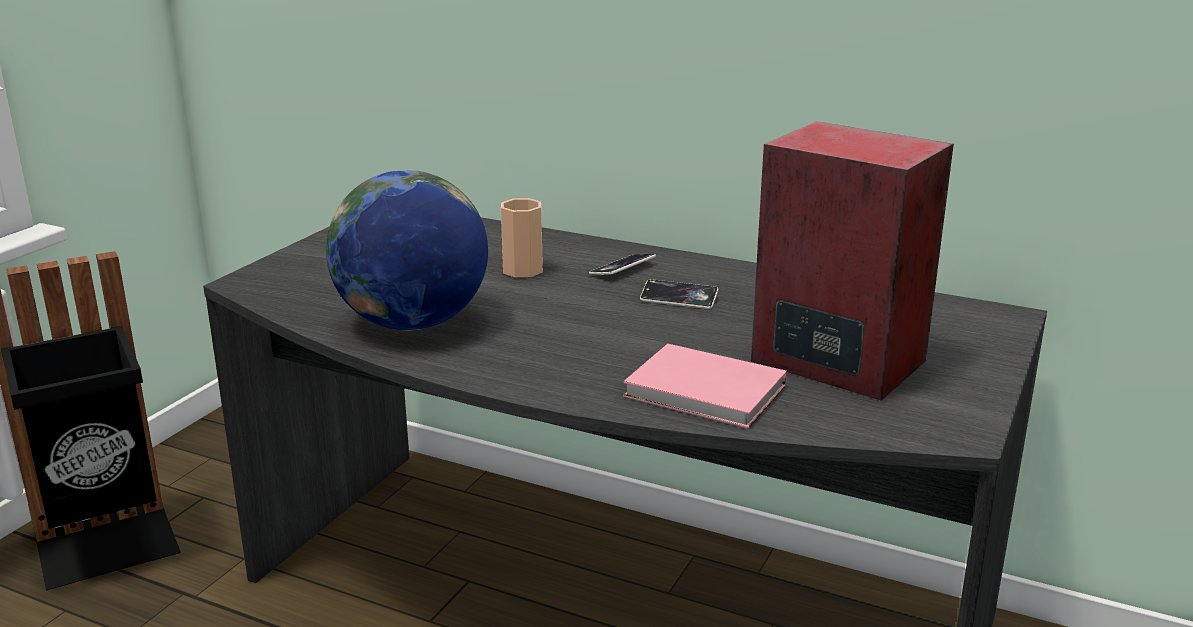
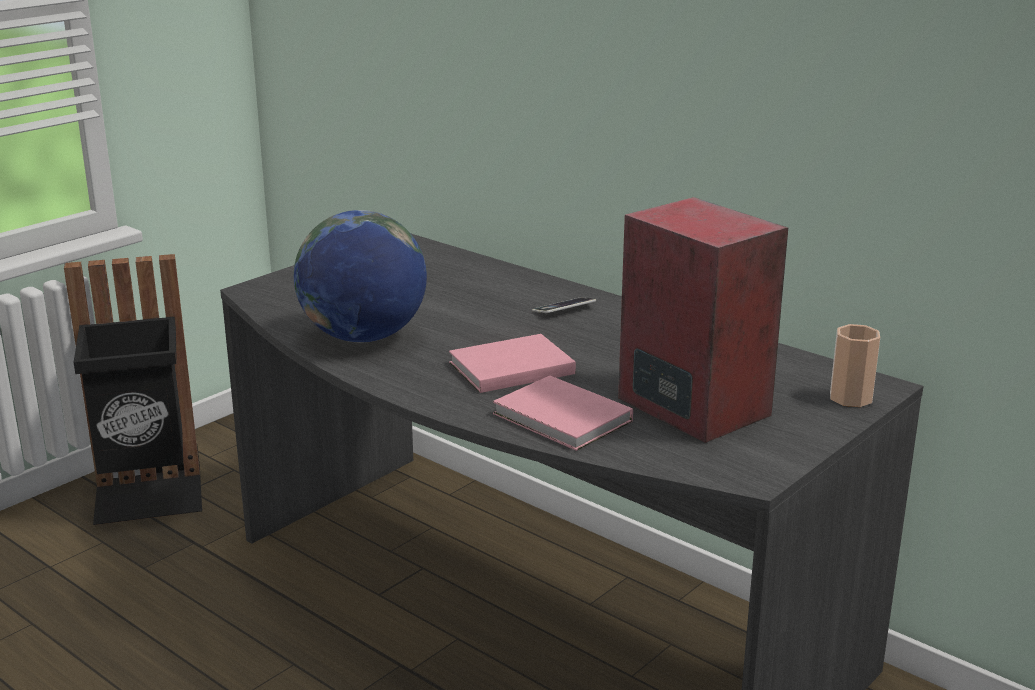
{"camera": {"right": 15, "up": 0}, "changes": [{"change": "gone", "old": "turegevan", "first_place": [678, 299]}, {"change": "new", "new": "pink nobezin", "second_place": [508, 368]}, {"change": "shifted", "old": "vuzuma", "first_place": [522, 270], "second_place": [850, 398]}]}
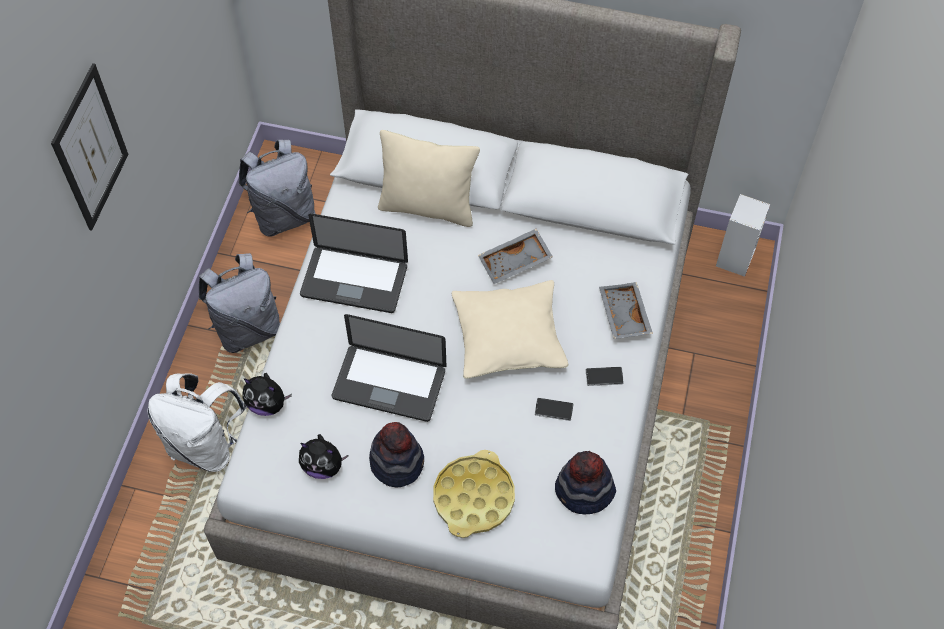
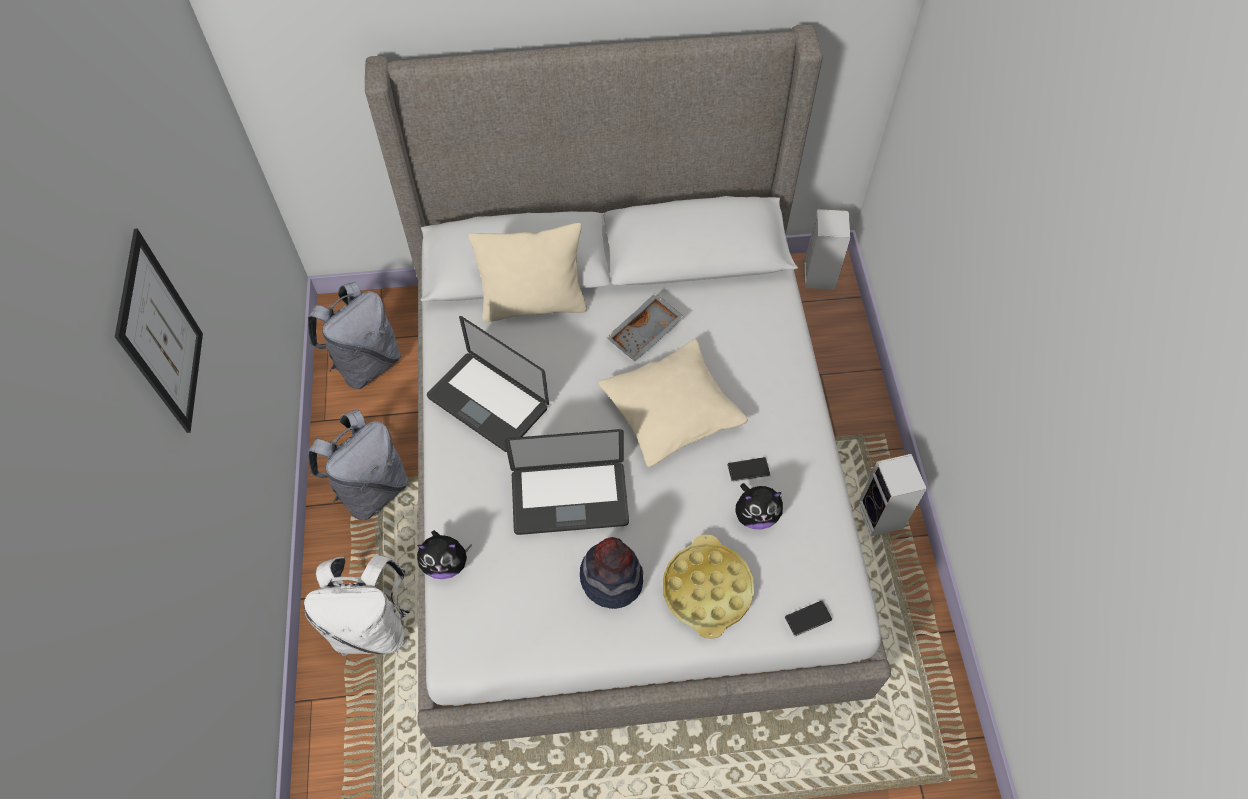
{"camera": {"right": -20, "up": 0}, "changes": [{"change": "gone", "old": "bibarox", "first_place": [584, 491]}, {"change": "gone", "old": "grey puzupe", "first_place": [623, 315]}, {"change": "new", "new": "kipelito", "second_place": [882, 517]}, {"change": "shifted", "old": "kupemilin", "first_place": [323, 466], "second_place": [756, 515]}, {"change": "shifted", "old": "turegevan", "first_place": [604, 377], "second_place": [808, 619]}, {"change": "rotated", "old": "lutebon", "first_place": [354, 281], "second_place": [488, 402], "degrees": 45}]}
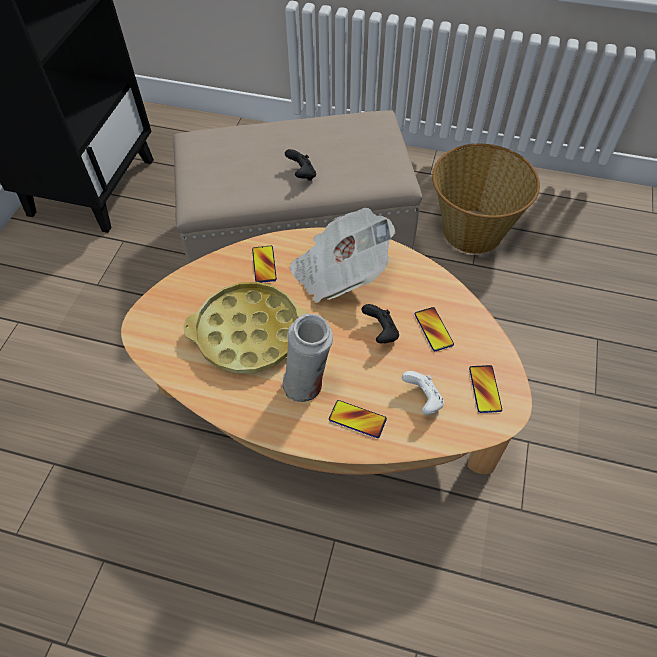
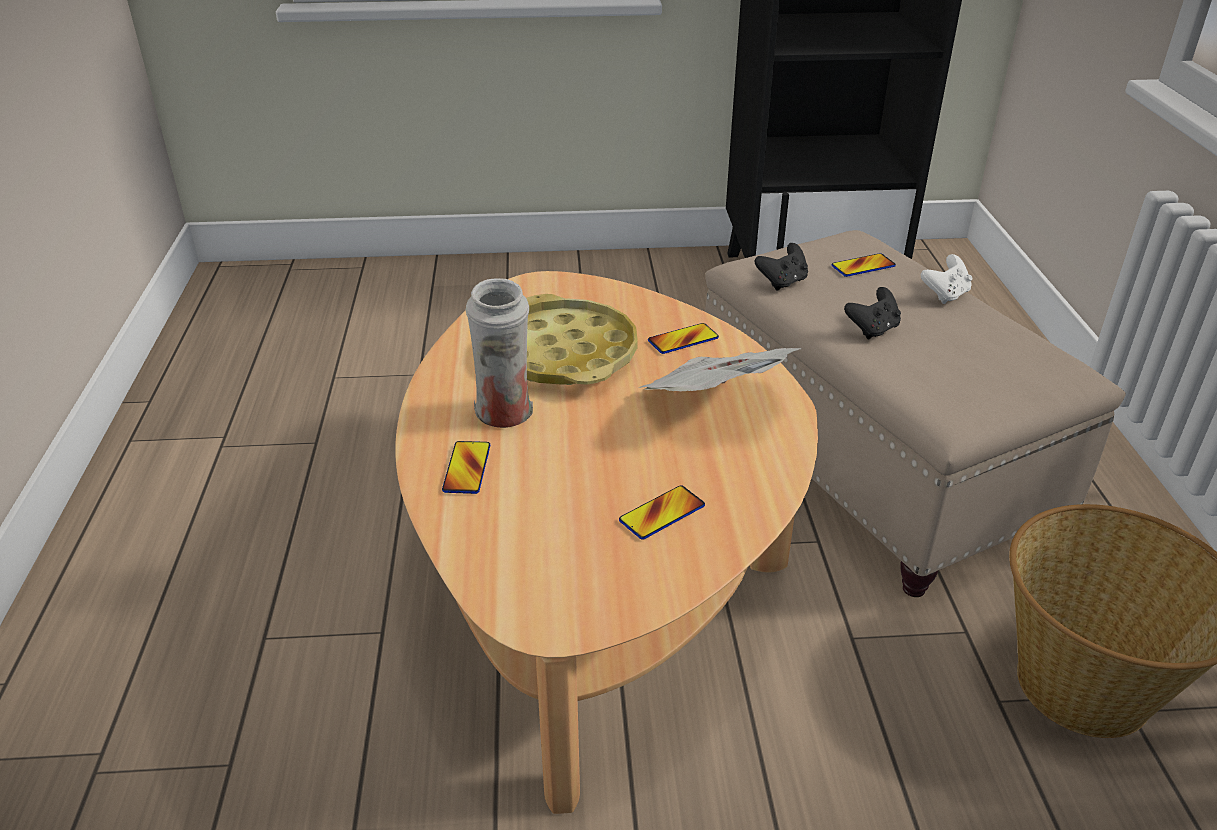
{"camera": {"right": 70, "up": -20}, "changes": [{"change": "shifted", "old": "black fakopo", "first_place": [381, 332], "second_place": [782, 282]}, {"change": "shifted", "old": "white fakopo", "first_place": [423, 399], "second_place": [945, 295]}, {"change": "shifted", "old": "turegevan", "first_place": [484, 389], "second_place": [863, 266]}]}
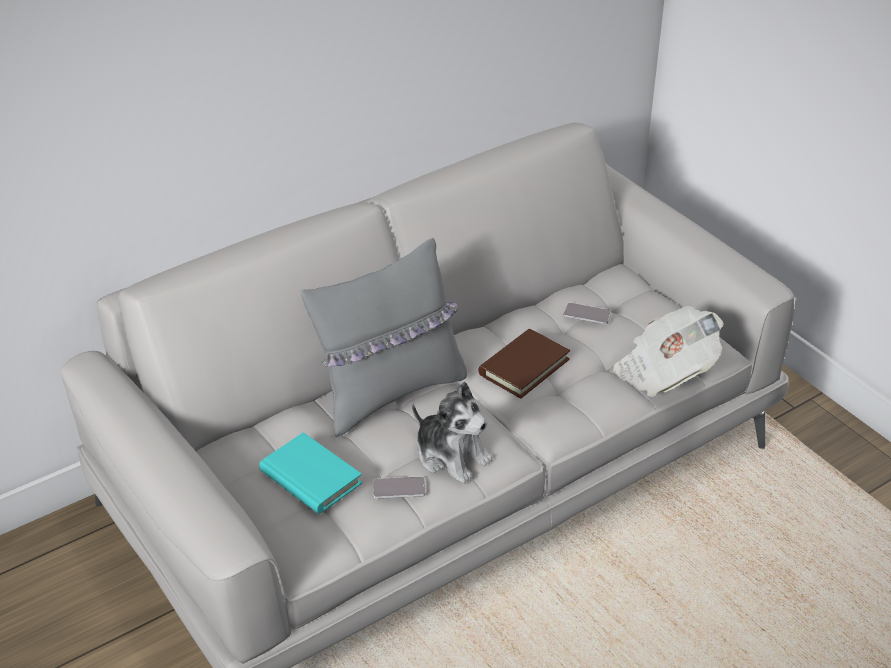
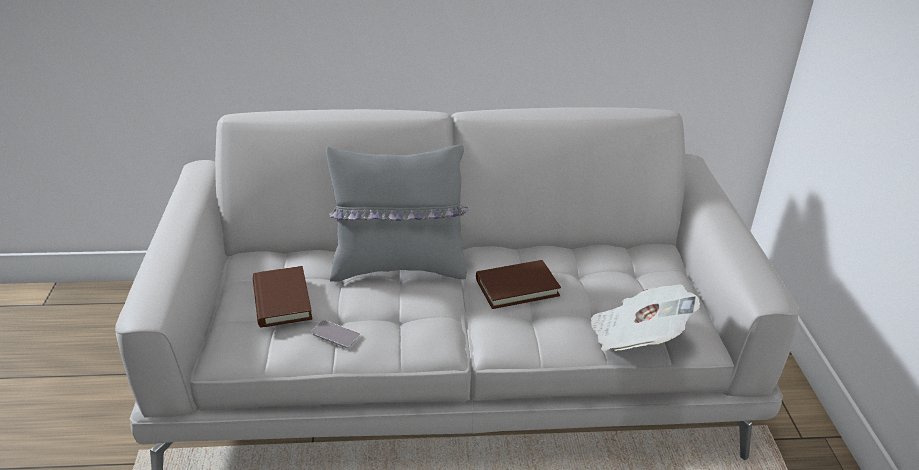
{"camera": {"right": 30, "up": -5}, "changes": [{"change": "gone", "old": "kupemilin", "first_place": [451, 456]}, {"change": "gone", "old": "turegevan", "first_place": [587, 314]}, {"change": "repainted", "old": "turquoise nobezin", "new": "brown nobezin", "first_place": [310, 477], "second_place": [282, 300]}]}
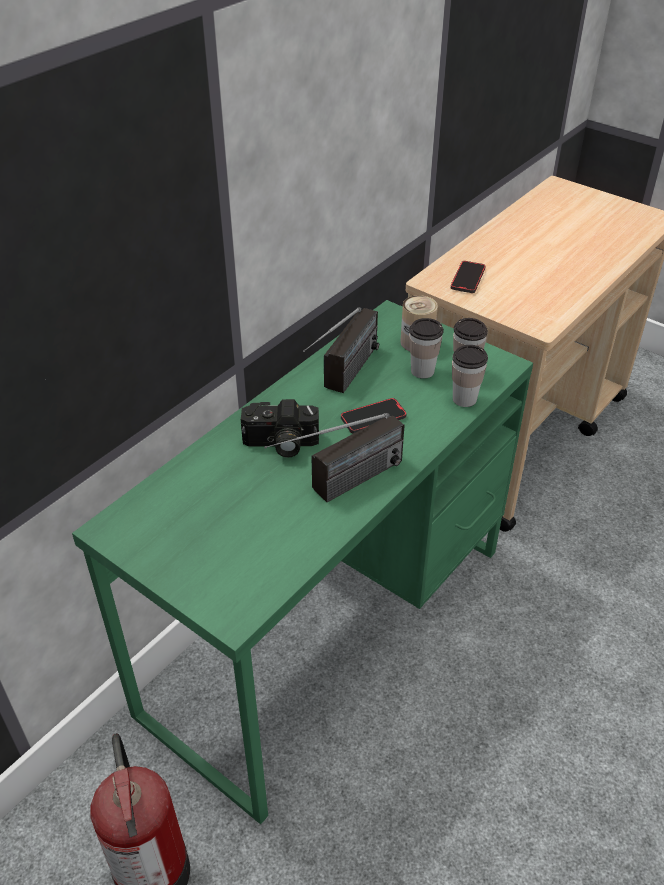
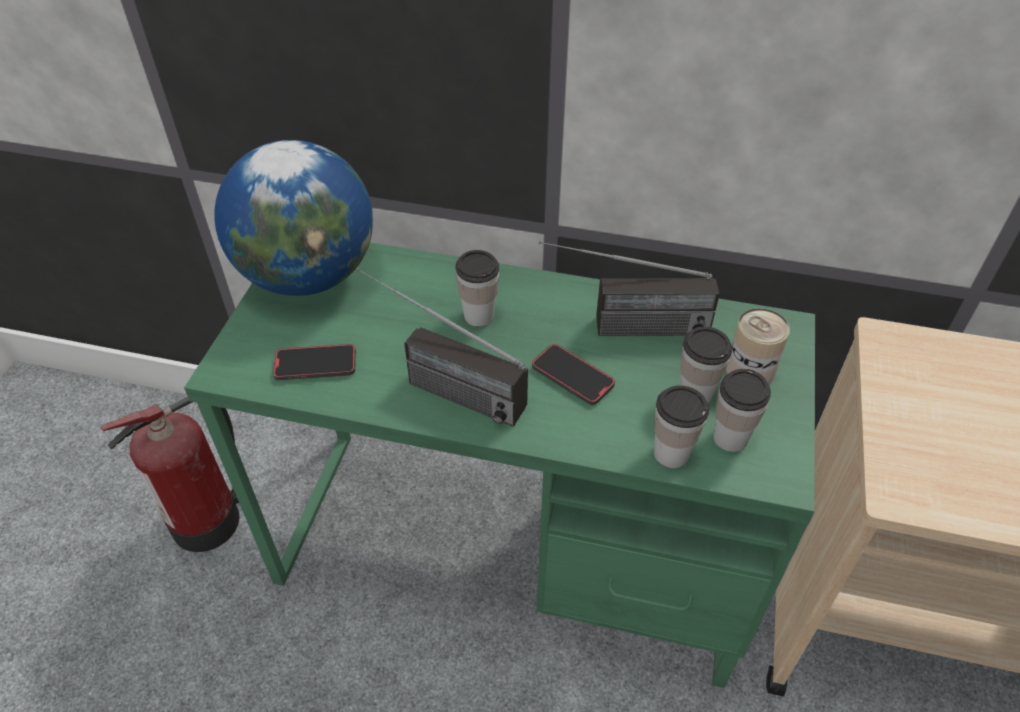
{"camera": {"right": 65, "up": 5}, "changes": [{"change": "new", "new": "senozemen", "second_place": [309, 275]}, {"change": "shifted", "old": "turegevan", "first_place": [467, 279], "second_place": [315, 365]}, {"change": "swapped", "old": "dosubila", "new": "vuzuma", "first_place": [280, 444], "second_place": [479, 315]}]}
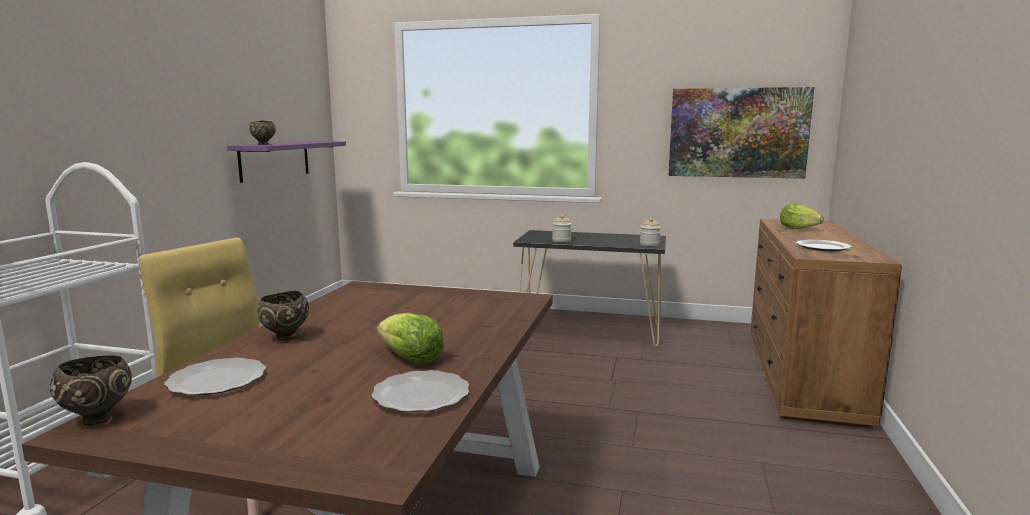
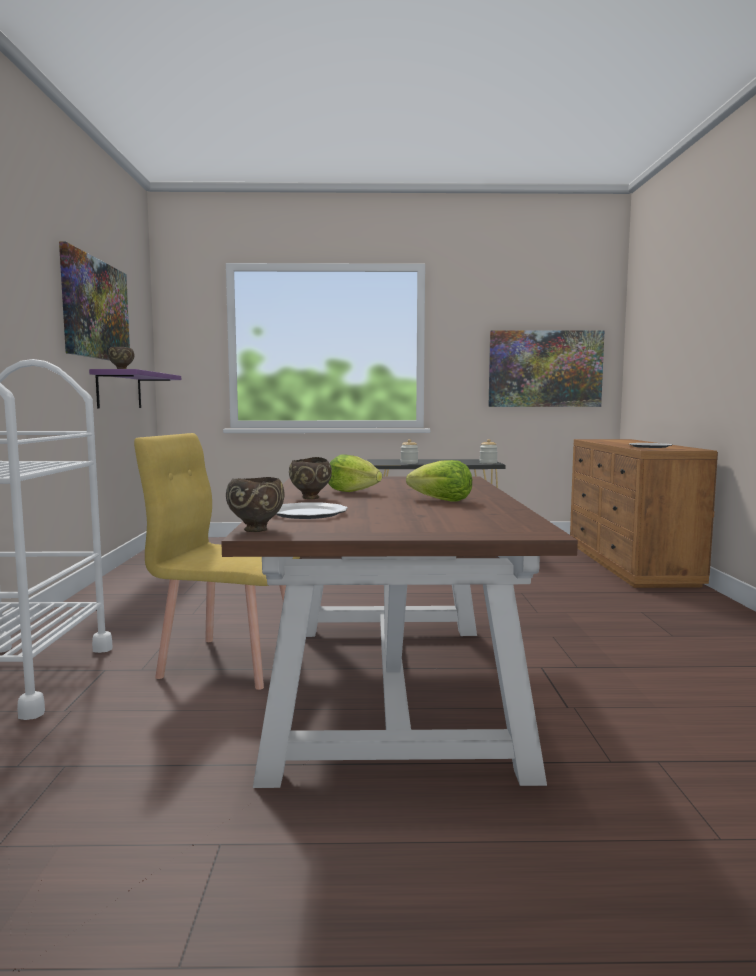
{"camera": {"right": -15, "up": -5}, "changes": [{"change": "gone", "old": "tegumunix", "first_place": [419, 395]}, {"change": "new", "new": "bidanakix", "second_place": [96, 309]}, {"change": "shifted", "old": "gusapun", "first_place": [798, 229], "second_place": [352, 492]}]}
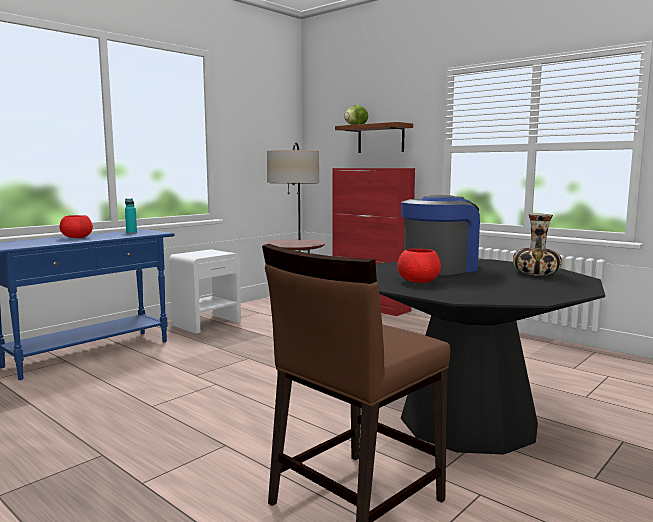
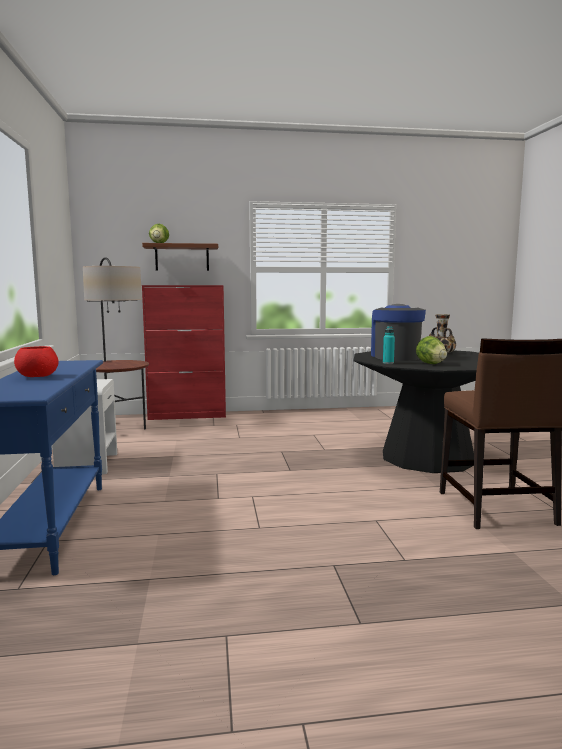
{"camera": {"right": -50, "up": 0}, "changes": [{"change": "shifted", "old": "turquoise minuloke", "first_place": [131, 233], "second_place": [388, 363]}, {"change": "swapped", "old": "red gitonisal", "new": "gusapun", "first_place": [419, 281], "second_place": [431, 364]}]}
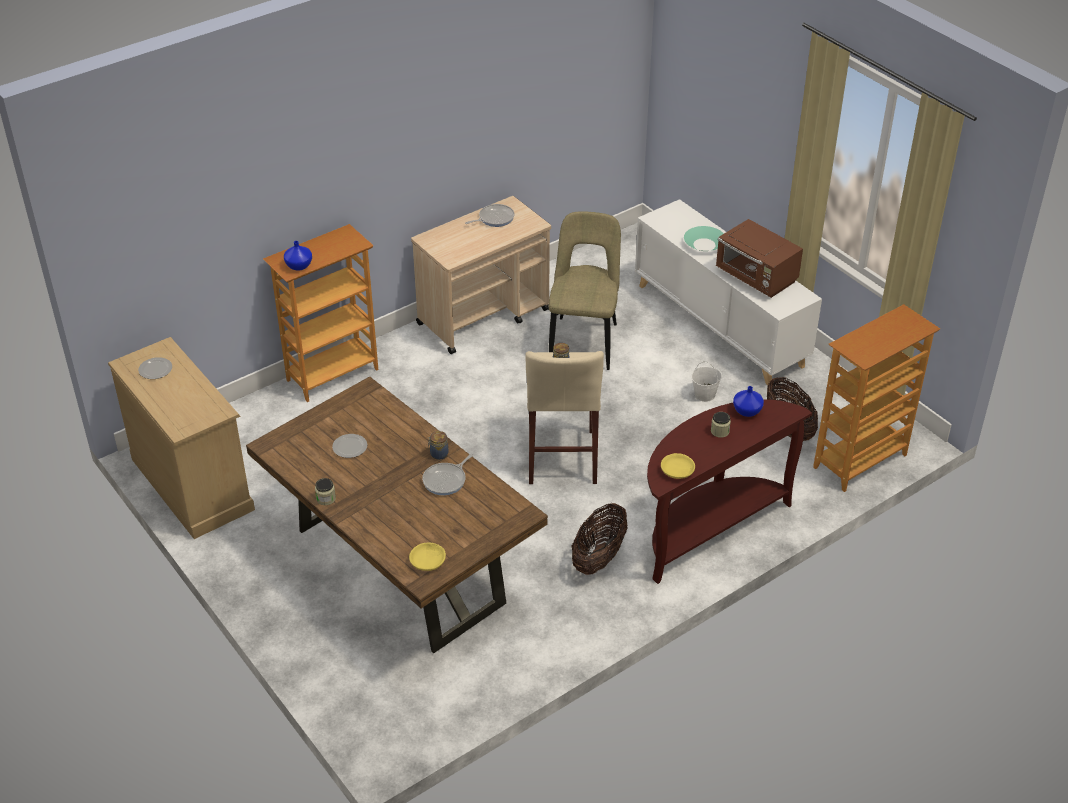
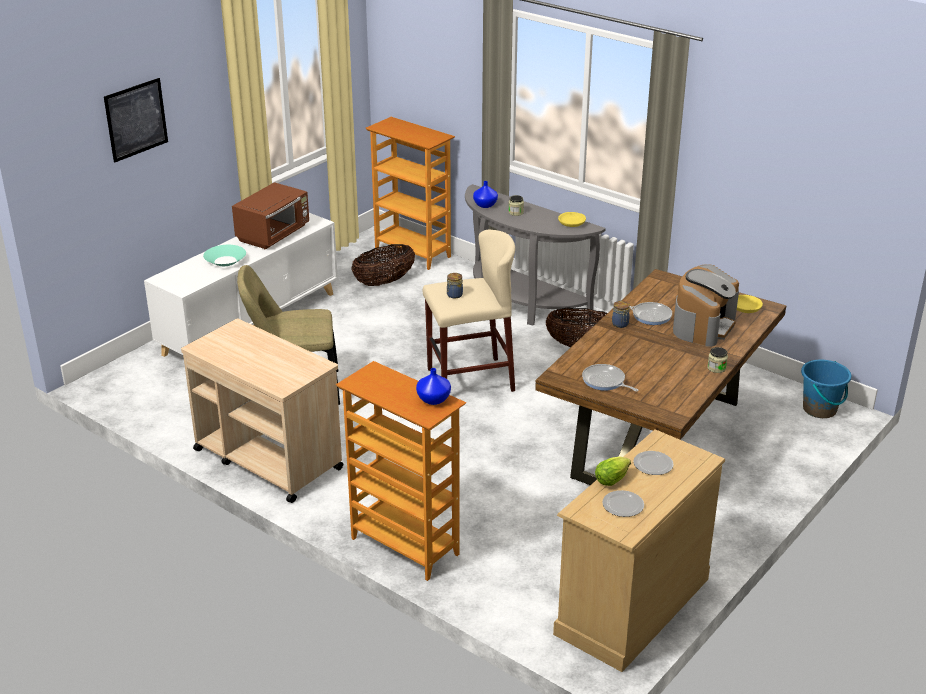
{"camera": {"right": -105, "up": -10}, "changes": [{"change": "gone", "old": "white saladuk", "first_place": [705, 395]}, {"change": "new", "new": "bidanakix", "second_place": [136, 119]}, {"change": "new", "new": "gusapun", "second_place": [613, 479]}, {"change": "new", "new": "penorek", "second_place": [703, 325]}, {"change": "new", "new": "blue saladuk", "second_place": [820, 409]}, {"change": "shifted", "old": "tegumunix", "first_place": [350, 446], "second_place": [652, 465]}, {"change": "shifted", "old": "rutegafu", "first_place": [494, 218], "second_place": [605, 381]}, {"change": "repainted", "old": "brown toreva", "new": "grey toreva", "first_place": [708, 528], "second_place": [521, 304]}]}
